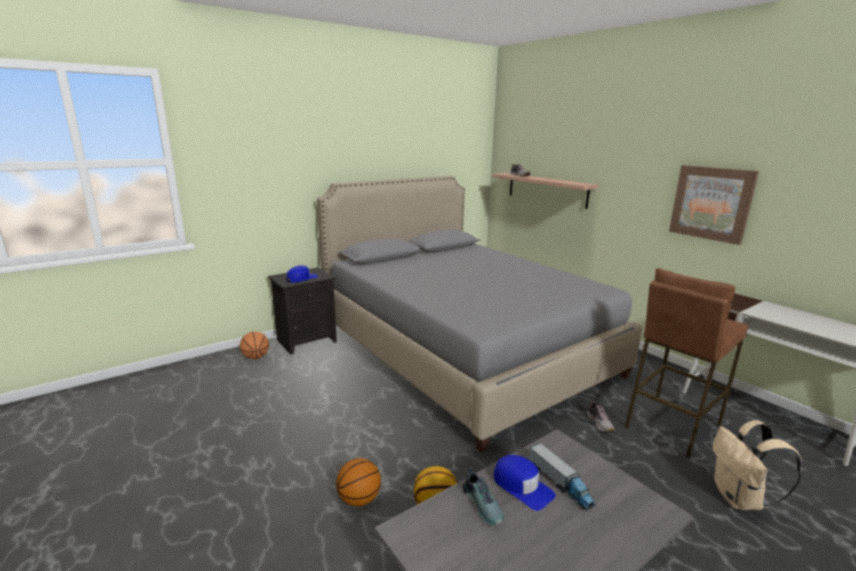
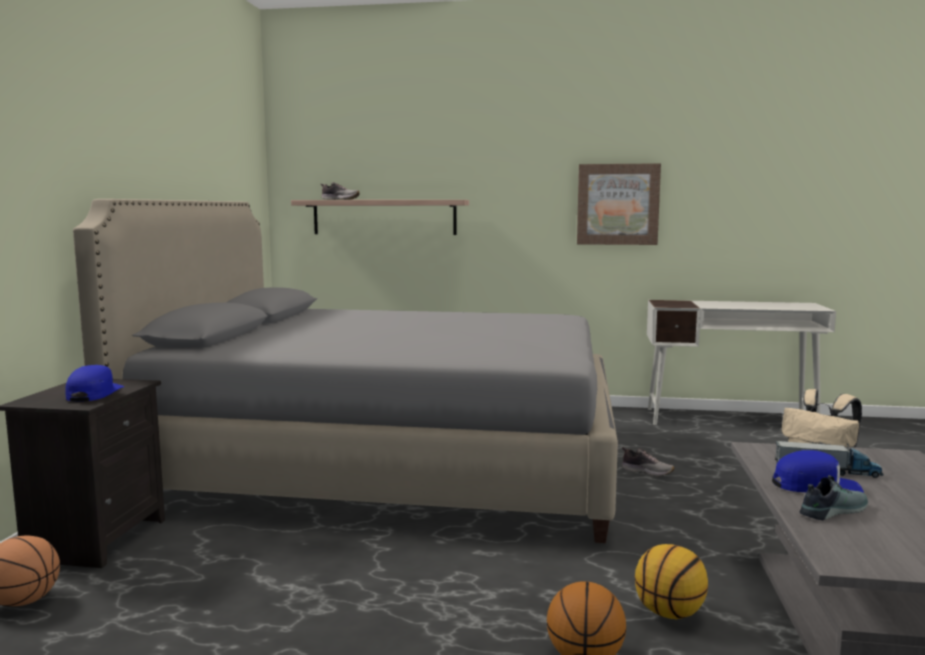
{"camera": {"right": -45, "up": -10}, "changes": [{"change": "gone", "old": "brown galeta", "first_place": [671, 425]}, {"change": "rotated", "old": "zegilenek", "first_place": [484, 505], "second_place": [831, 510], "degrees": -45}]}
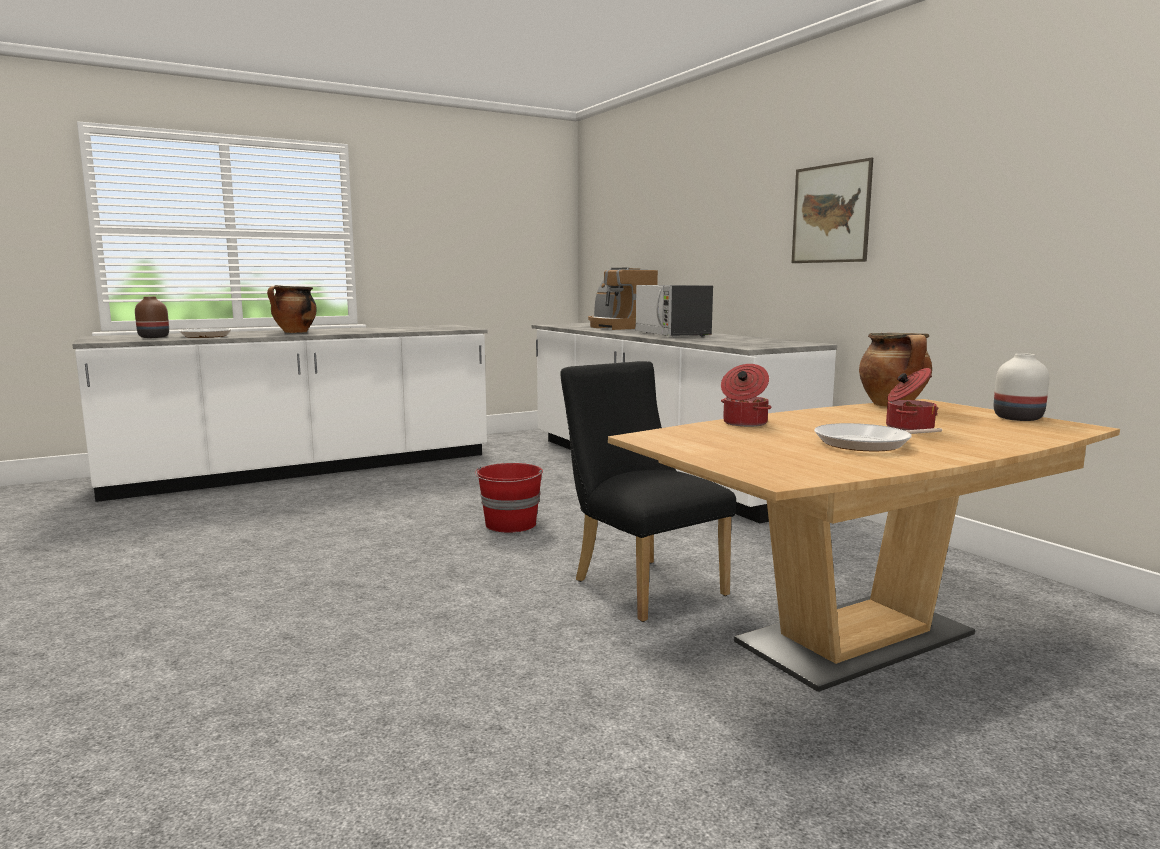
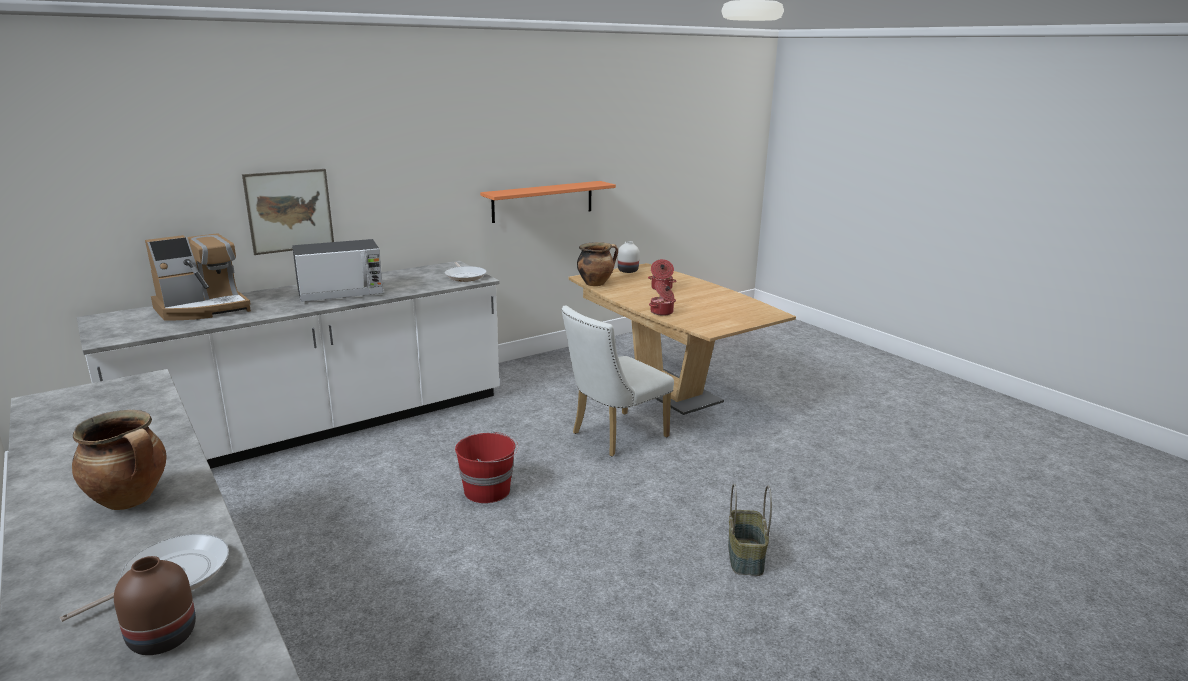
{"camera": {"right": -95, "up": 10}, "changes": [{"change": "new", "new": "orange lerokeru", "second_place": [543, 201]}, {"change": "new", "new": "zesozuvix", "second_place": [746, 557]}, {"change": "shifted", "old": "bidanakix", "first_place": [831, 213], "second_place": [289, 211]}, {"change": "shifted", "old": "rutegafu", "first_place": [867, 443], "second_place": [465, 276]}, {"change": "repainted", "old": "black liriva", "new": "white liriva", "first_place": [641, 584], "second_place": [613, 436]}]}
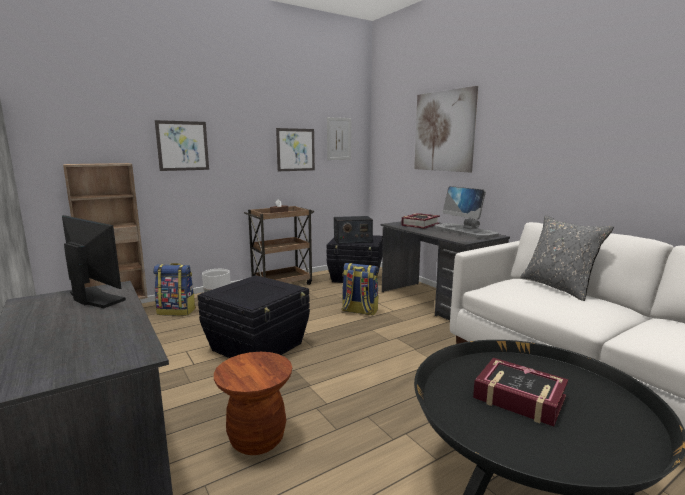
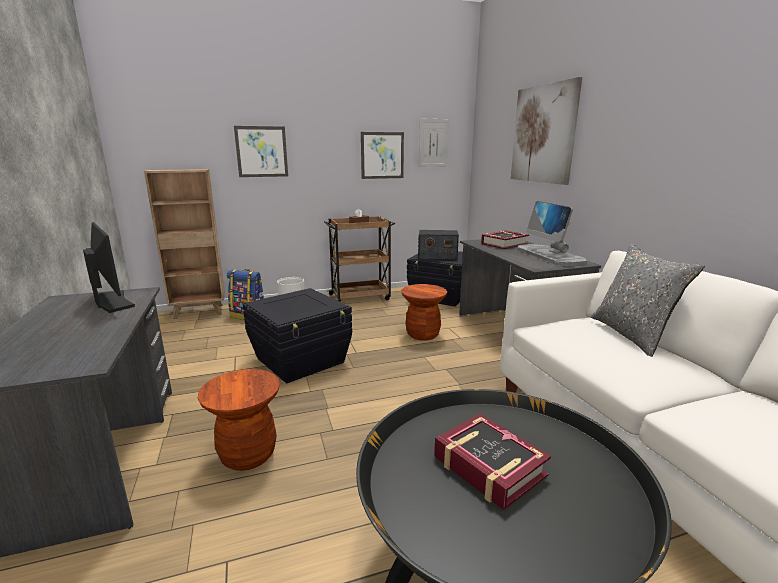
{"camera": {"right": 15, "up": 5}, "changes": [{"change": "swapped", "old": "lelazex", "new": "brown galeta", "first_place": [359, 311], "second_place": [422, 334]}]}
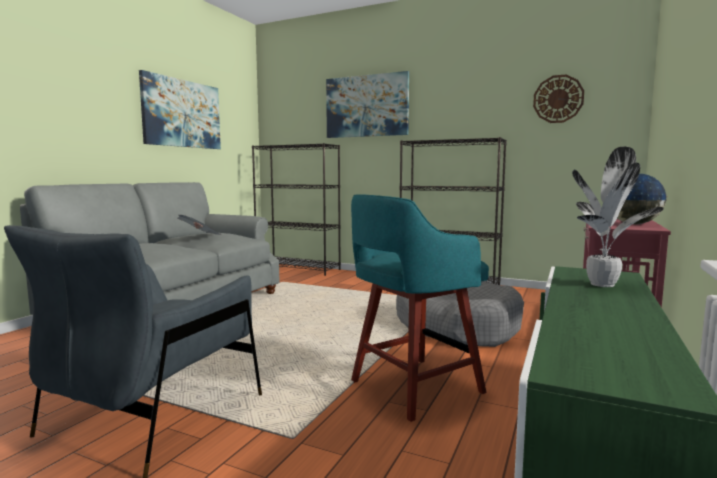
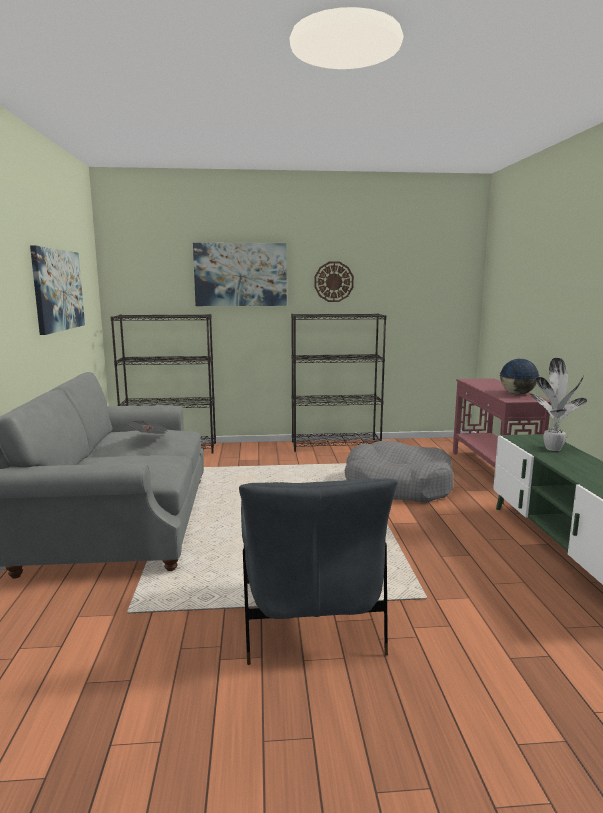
{"camera": {"right": -30, "up": 5}, "changes": [{"change": "gone", "old": "turquoise galeta", "first_place": [412, 387]}, {"change": "shifted", "old": "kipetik", "first_place": [558, 99], "second_place": [333, 281]}]}
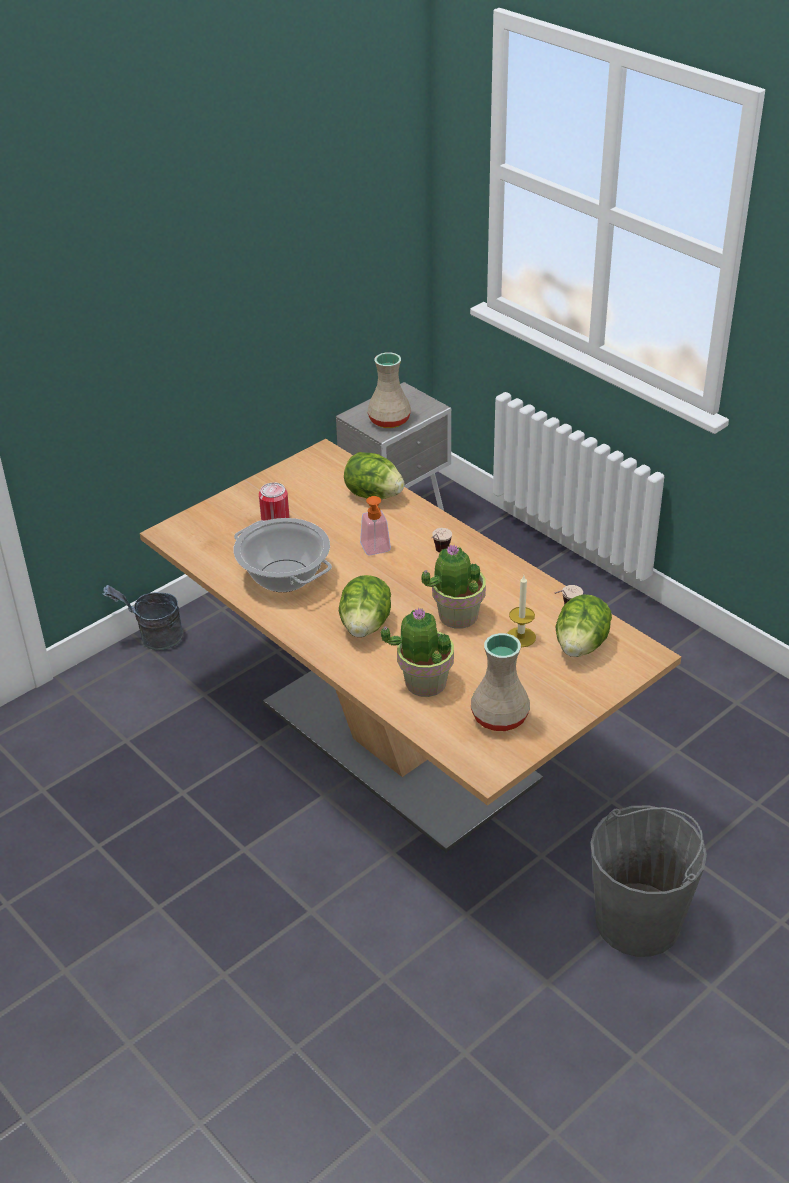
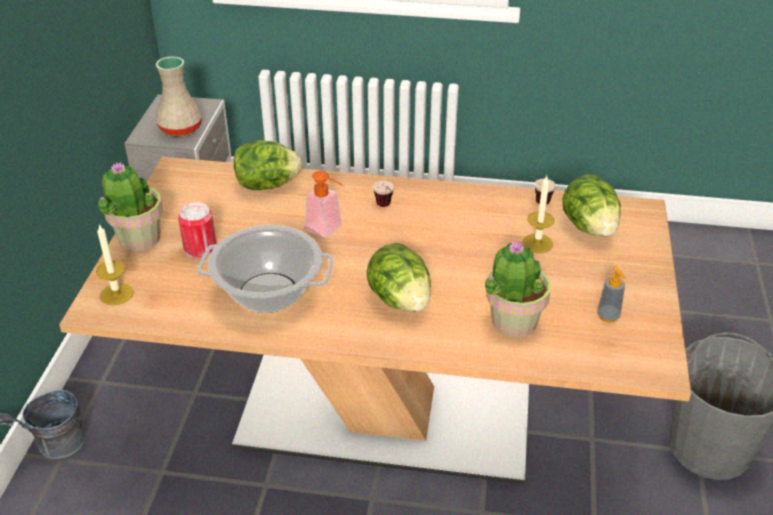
{"camera": {"right": -40, "up": 0}, "changes": [{"change": "new", "new": "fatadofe", "second_place": [116, 294]}, {"change": "shifted", "old": "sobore", "first_place": [457, 616], "second_place": [138, 239]}, {"change": "swapped", "old": "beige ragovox", "new": "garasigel", "first_place": [500, 716], "second_place": [608, 316]}]}
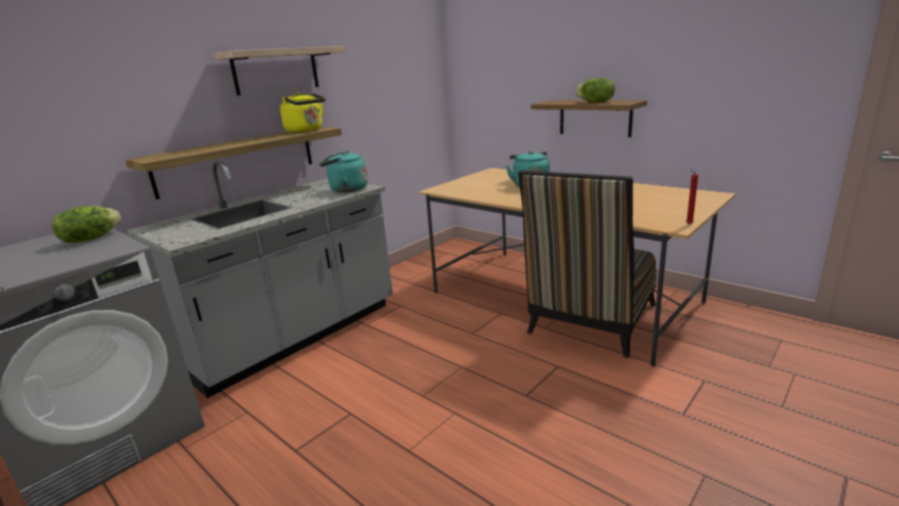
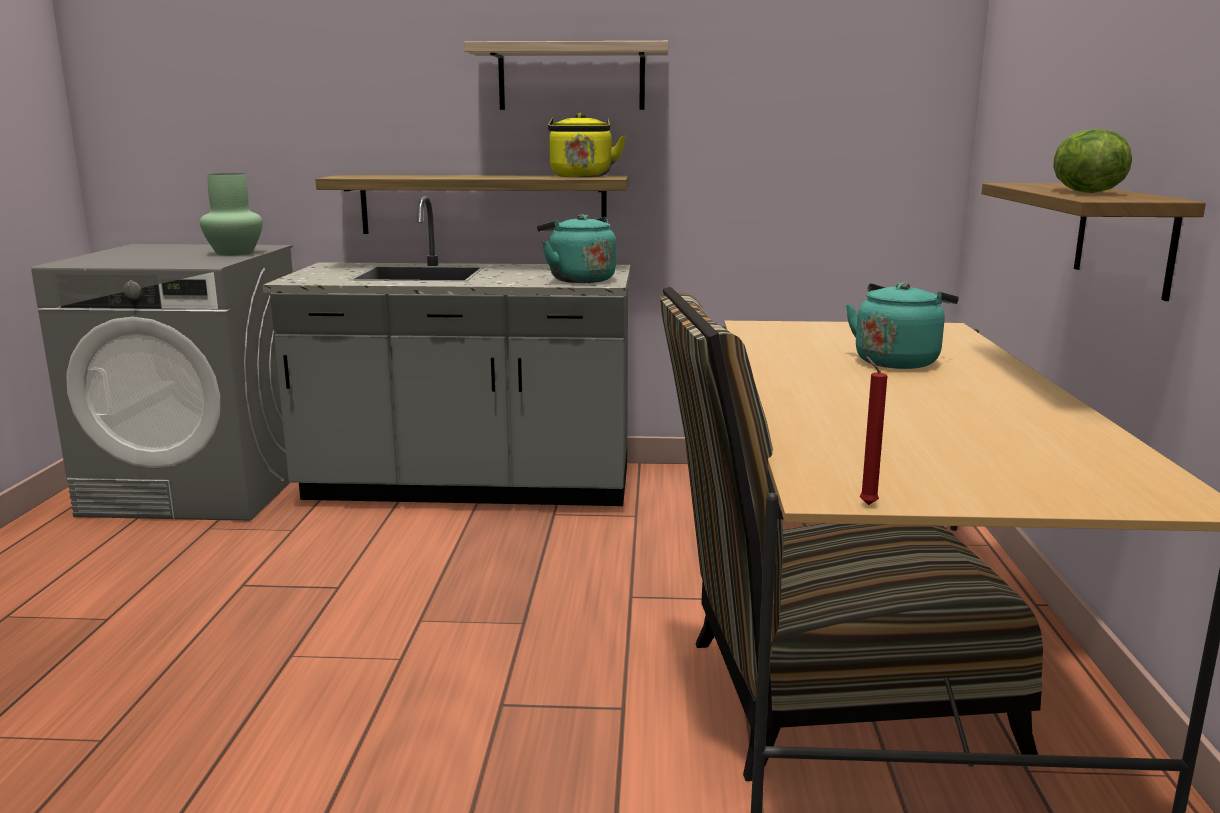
{"camera": {"right": 50, "up": -5}, "changes": [{"change": "swapped", "old": "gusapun", "new": "green ragovox", "first_place": [90, 239], "second_place": [234, 253]}]}
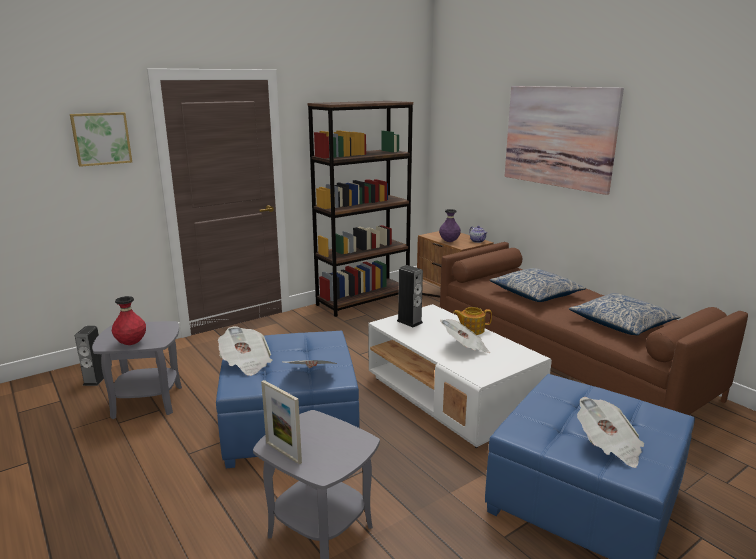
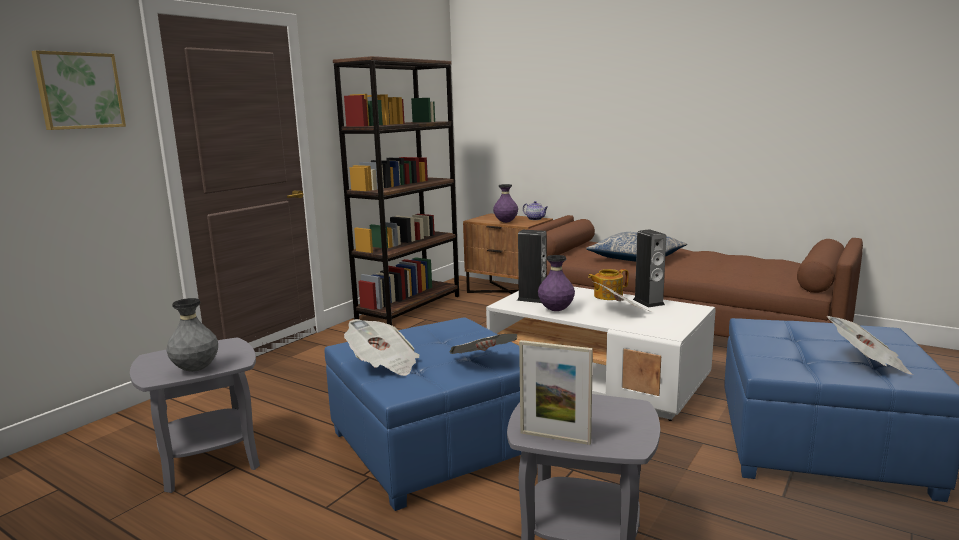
{"camera": {"right": -20, "up": -5}, "changes": [{"change": "gone", "old": "bidanakix", "first_place": [559, 137]}, {"change": "gone", "old": "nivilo", "first_place": [621, 324]}, {"change": "new", "new": "purple ragovox", "second_place": [556, 310]}, {"change": "shifted", "old": "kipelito", "first_place": [95, 380], "second_place": [648, 302]}, {"change": "repainted", "old": "red ragovox", "new": "grey ragovox", "first_place": [131, 343], "second_place": [196, 369]}]}
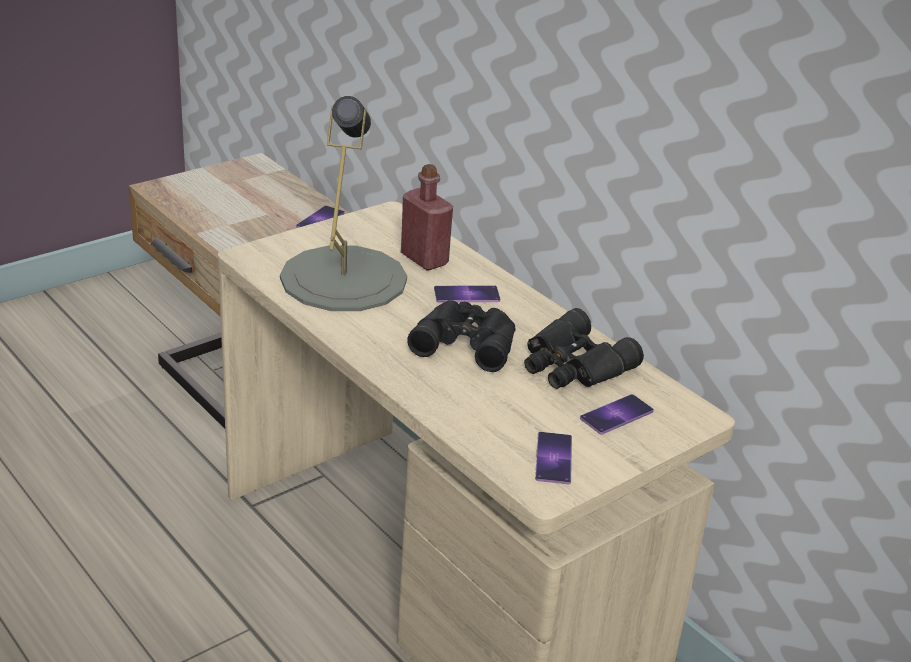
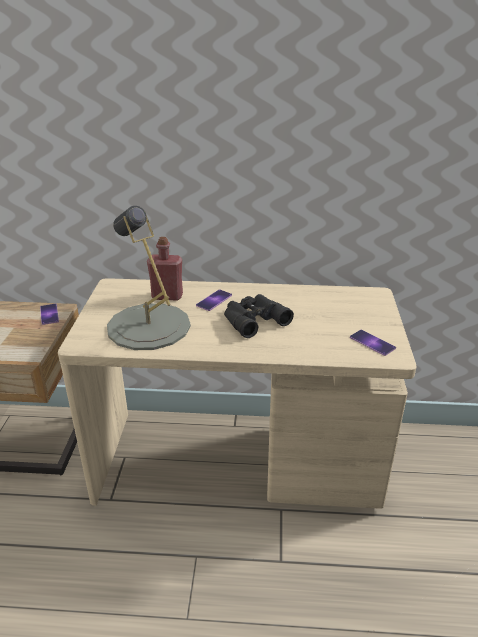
{"camera": {"right": -45, "up": 0}, "changes": [{"change": "gone", "old": "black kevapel", "first_place": [573, 365]}, {"change": "gone", "old": "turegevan", "first_place": [616, 415]}]}
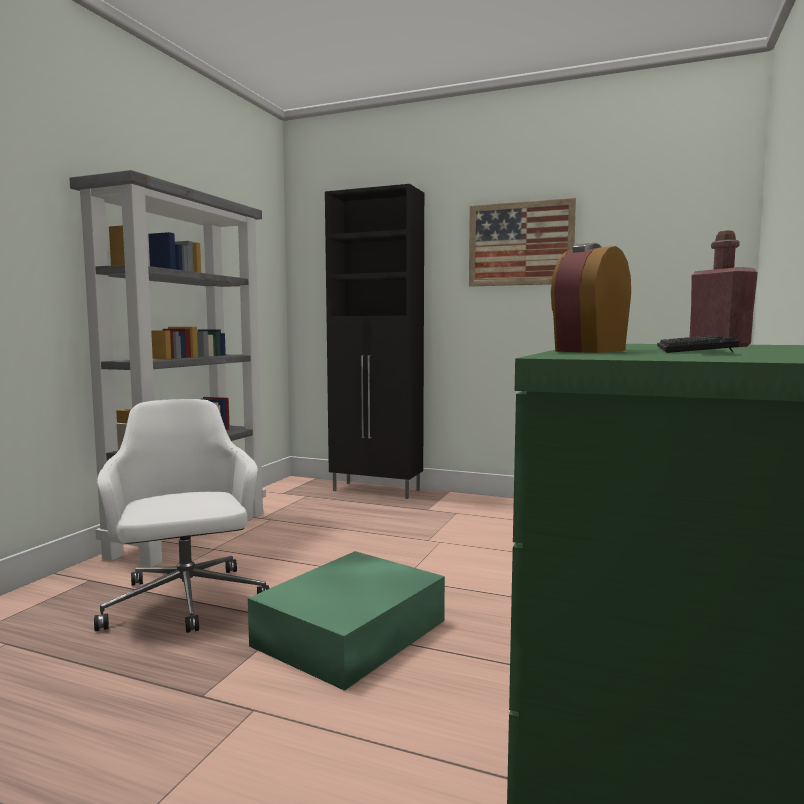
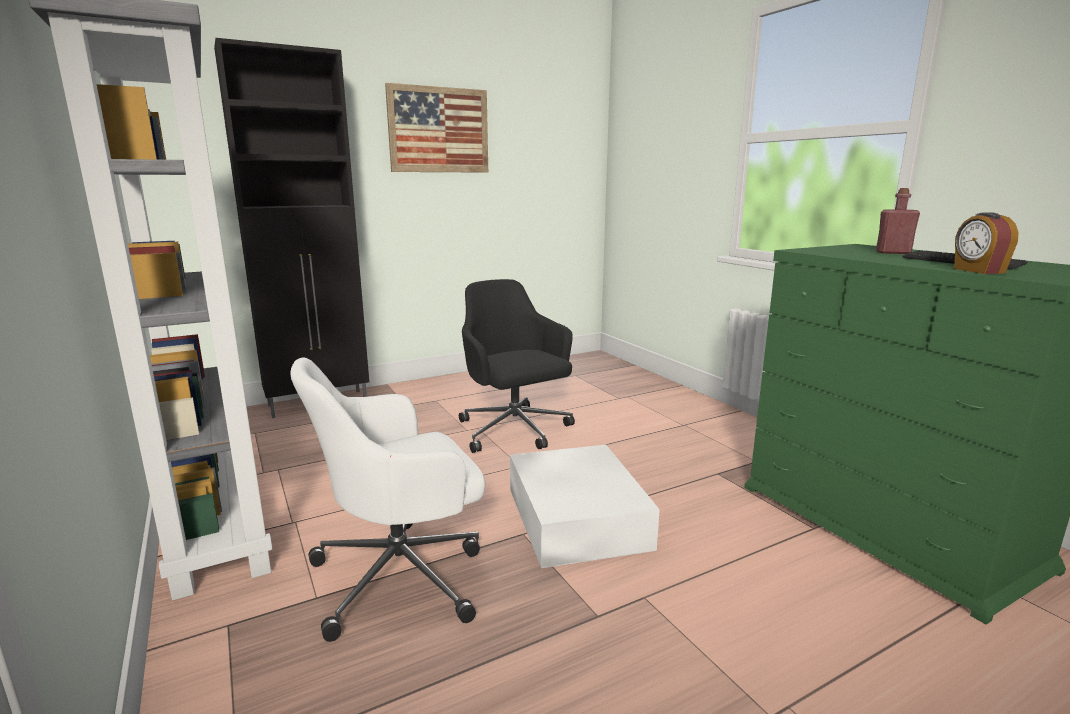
{"camera": {"right": -50, "up": 10}, "changes": [{"change": "new", "new": "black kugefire", "second_place": [515, 431]}, {"change": "repainted", "old": "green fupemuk", "new": "white fupemuk", "first_place": [353, 632], "second_place": [577, 516]}, {"change": "rotated", "old": "white kugefire", "first_place": [185, 602], "second_place": [403, 575], "degrees": -45}]}
